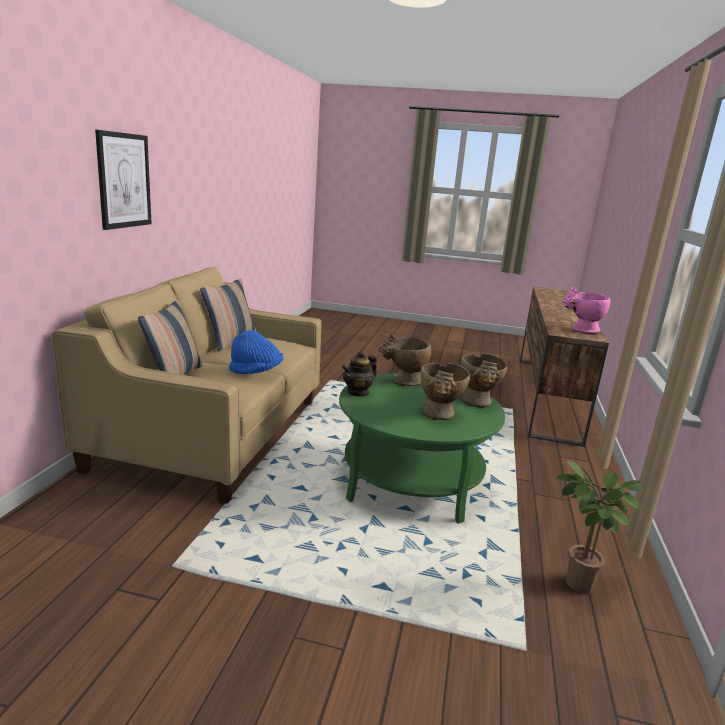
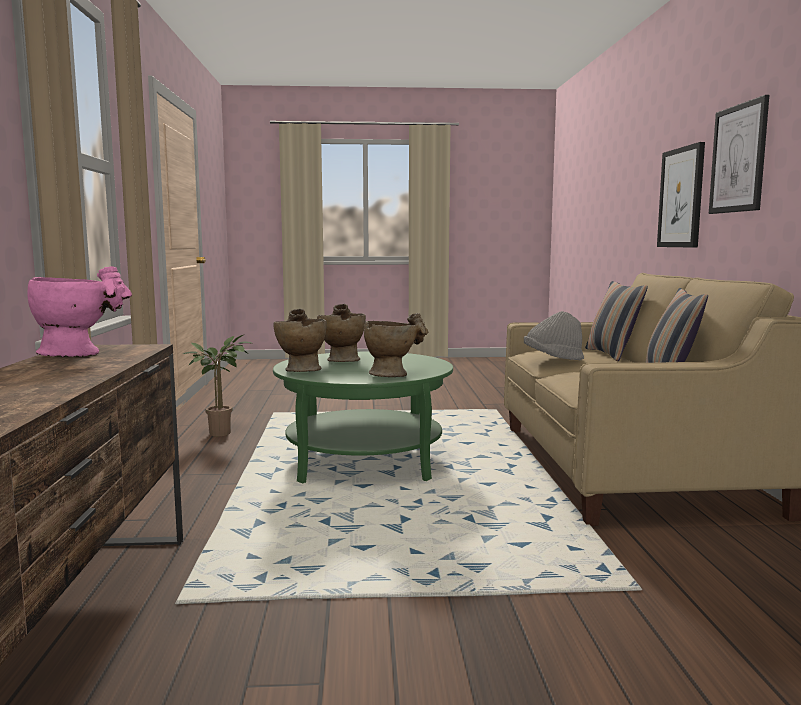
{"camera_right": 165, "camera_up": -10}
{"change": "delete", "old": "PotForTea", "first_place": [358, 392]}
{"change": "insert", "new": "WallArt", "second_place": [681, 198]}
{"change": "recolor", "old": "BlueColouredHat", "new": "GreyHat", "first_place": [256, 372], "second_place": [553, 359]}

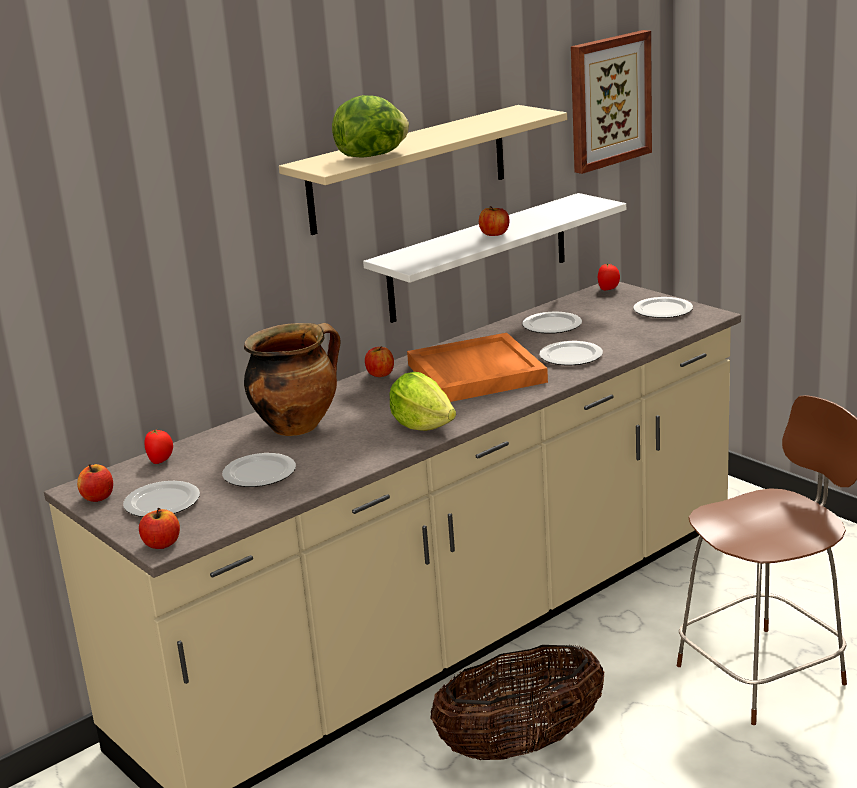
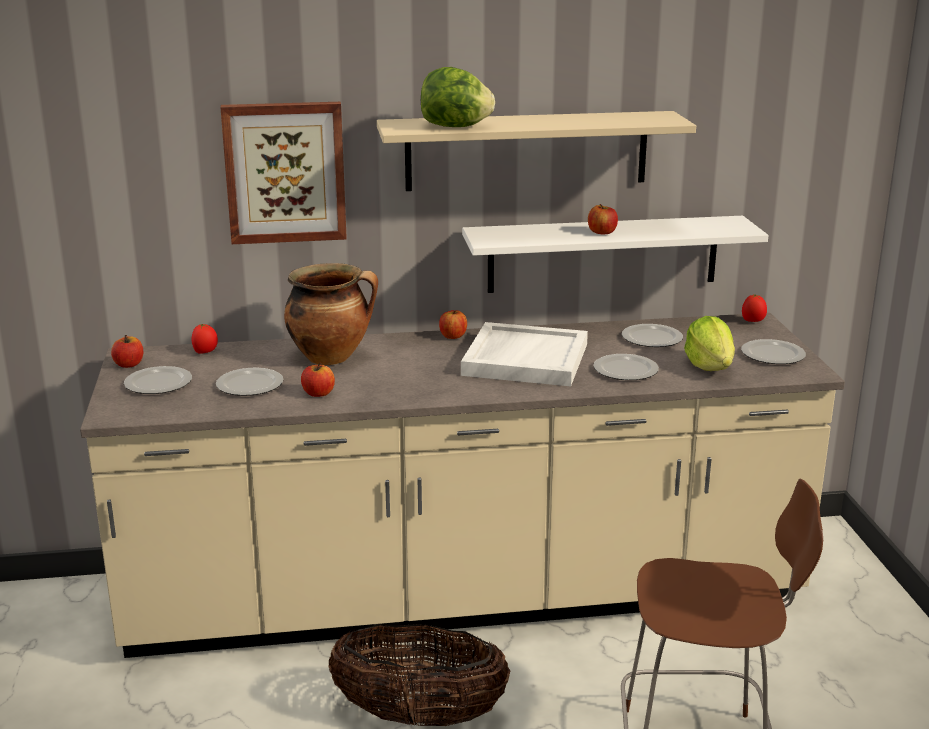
{"camera_right": 30, "camera_up": 0}
{"change": "move", "old": "Apple", "first_place": [162, 544], "second_place": [318, 393]}
{"change": "move", "old": "LettuceHead", "first_place": [423, 425], "second_place": [709, 366]}
{"change": "move", "old": "WallArt", "first_place": [608, 100], "second_place": [285, 172]}
{"change": "recolor", "old": "OrangeyTray", "new": "WhiteColouredTray", "first_place": [474, 373], "second_place": [525, 359]}

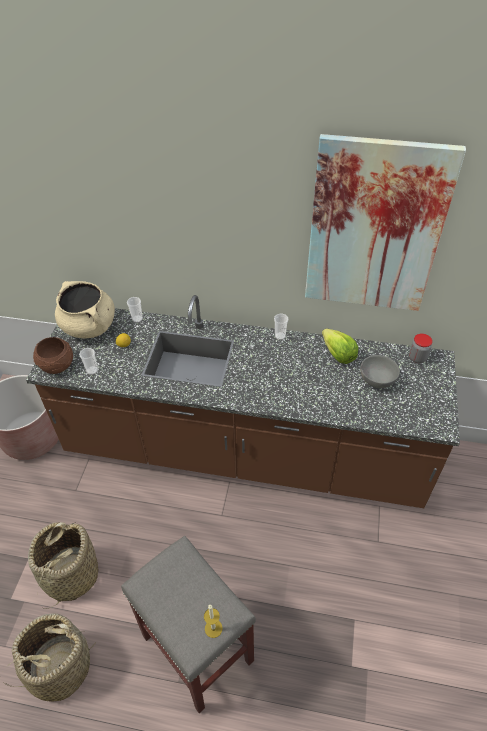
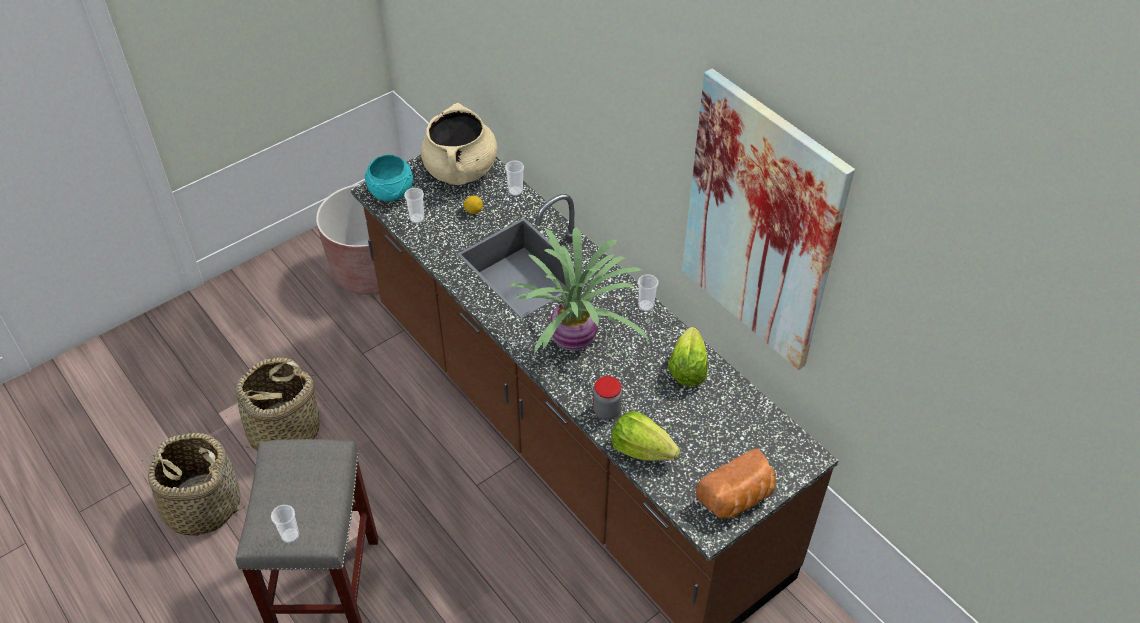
{"camera_right": 40, "camera_up": 0}
{"change": "delete", "old": "GreyDeepDish", "first_place": [376, 380]}
{"change": "insert", "new": "PlantInAPot", "second_place": [574, 340]}
{"change": "insert", "new": "LettuceHead", "second_place": [641, 449]}
{"change": "insert", "new": "Bread", "second_place": [737, 498]}
{"change": "move", "old": "PreserveJar", "first_place": [417, 358], "second_place": [606, 410]}
{"change": "replace", "old": "WaxLight", "new": "DrinkingCup", "first_place": [213, 628], "second_place": [290, 535]}
{"change": "recolor", "old": "BrownColouredDeepDish", "new": "BlueGreenDeepDish", "first_place": [57, 365], "second_place": [391, 192]}

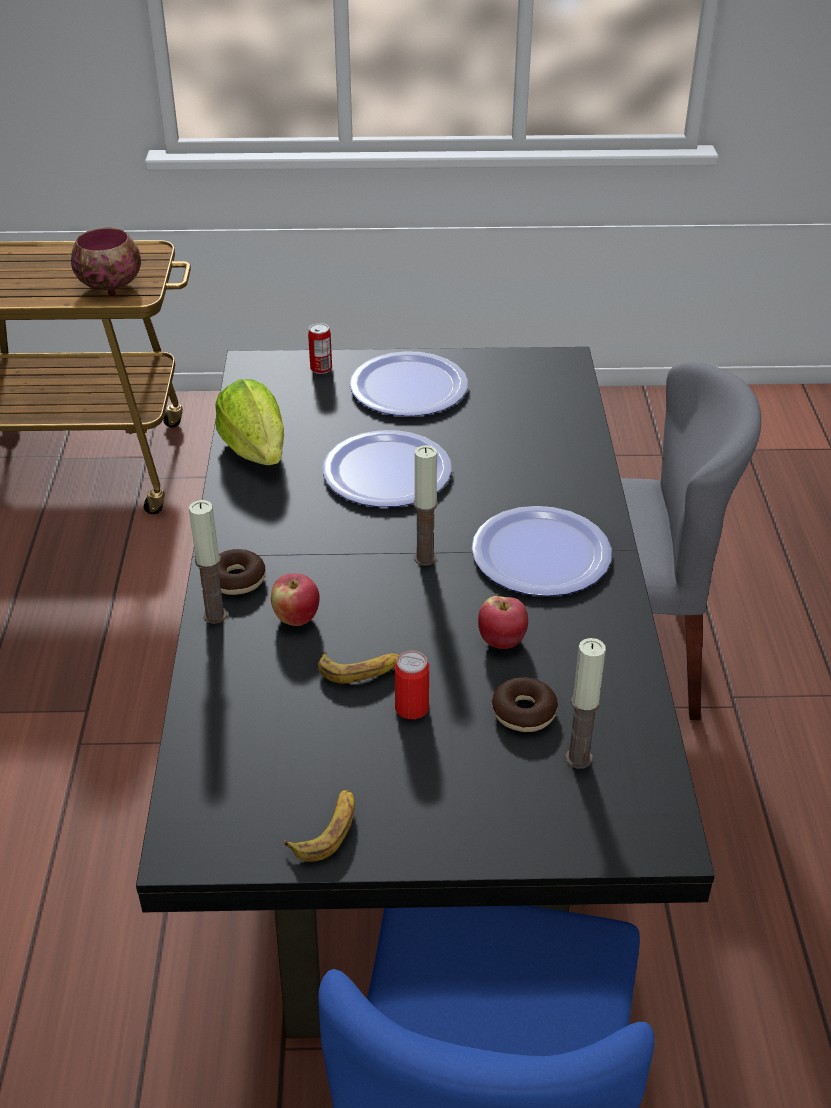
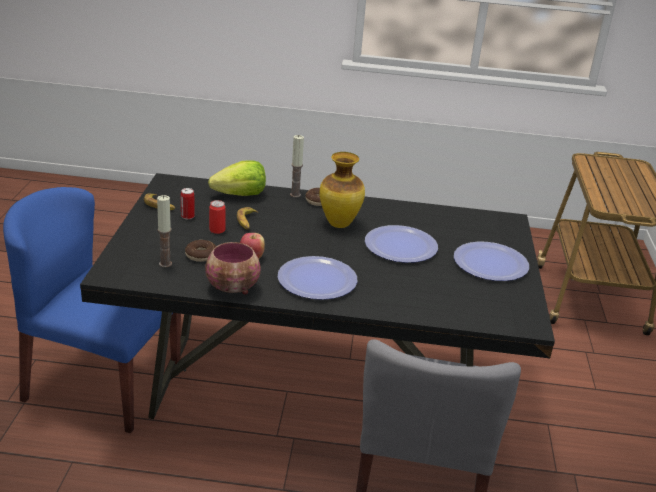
{"camera_right": 95, "camera_up": -10}
{"change": "delete", "old": "Apple", "first_place": [296, 618]}
{"change": "delete", "old": "WaxLight", "first_place": [425, 558]}
{"change": "insert", "new": "FlowerVase", "second_place": [340, 224]}
{"change": "move", "old": "DeepDish", "first_place": [111, 286], "second_place": [234, 289]}
{"change": "move", "old": "LettuceHead", "first_place": [256, 450], "second_place": [240, 195]}
{"change": "move", "old": "MetalCan", "first_place": [321, 368], "second_place": [187, 216]}

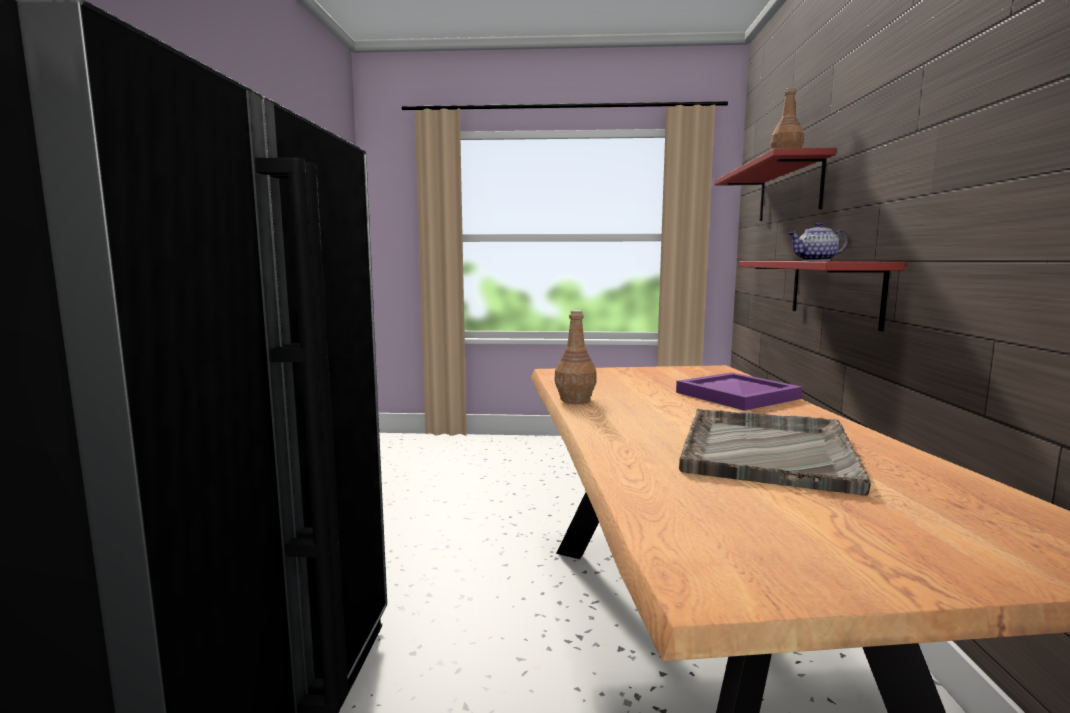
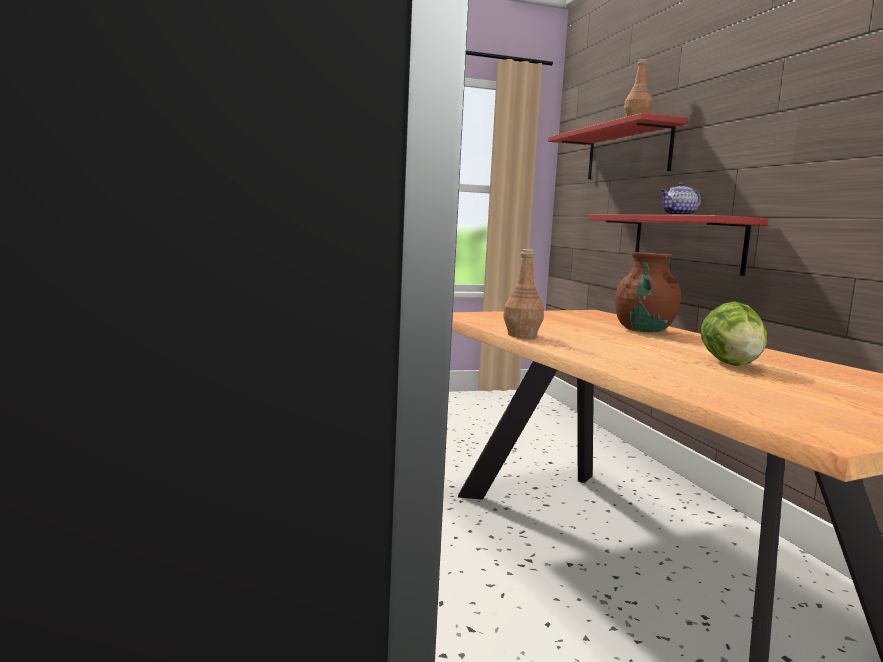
{"camera_right": -20, "camera_up": 0}
{"change": "replace", "old": "PurpleTray", "new": "BrownColouredFlowerVase", "first_place": [735, 395], "second_place": [643, 330]}
{"change": "replace", "old": "GreyTray", "new": "LettuceHead", "first_place": [766, 450], "second_place": [731, 364]}

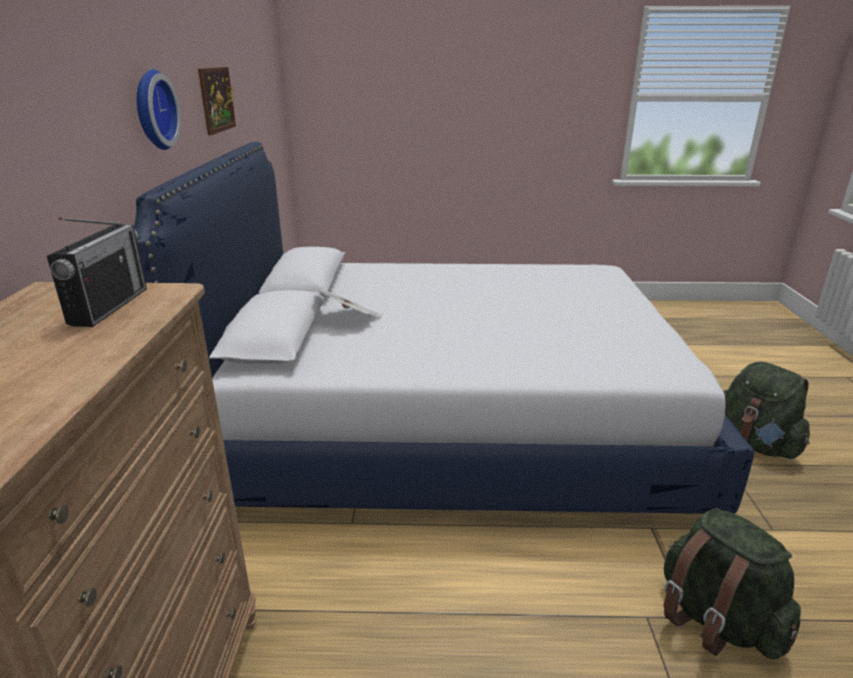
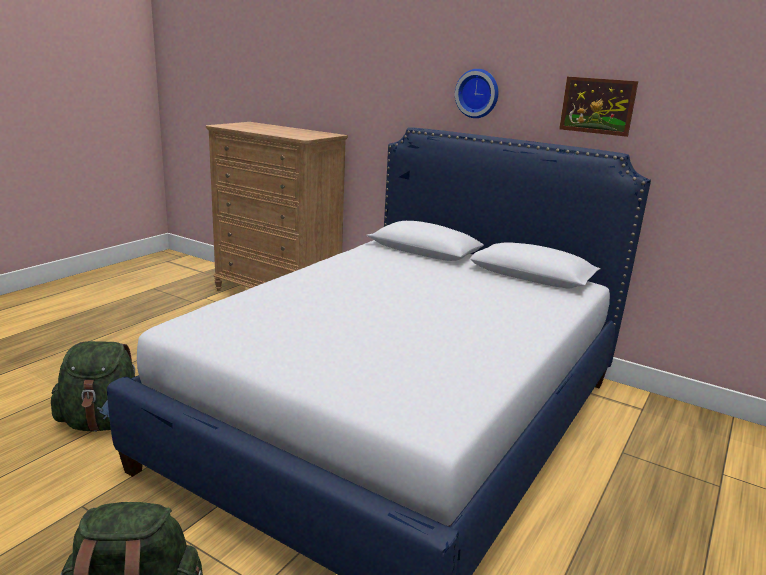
{"camera_right": 120, "camera_up": -5}
{"change": "delete", "old": "RadioSet", "first_place": [109, 306]}
{"change": "delete", "old": "PrintedPaper", "first_place": [350, 319]}

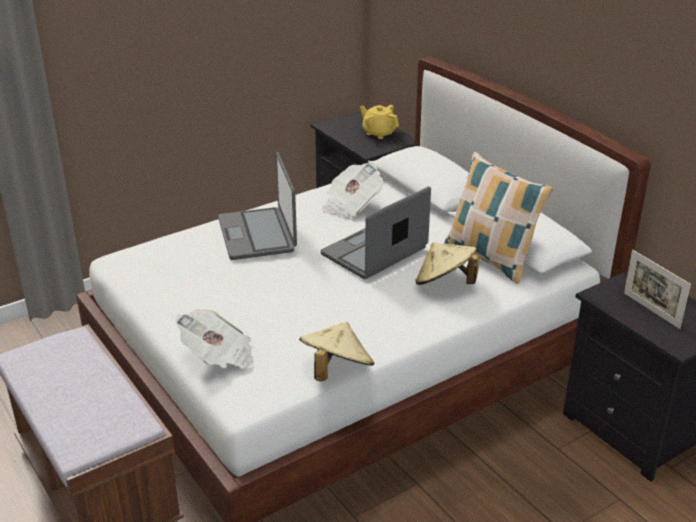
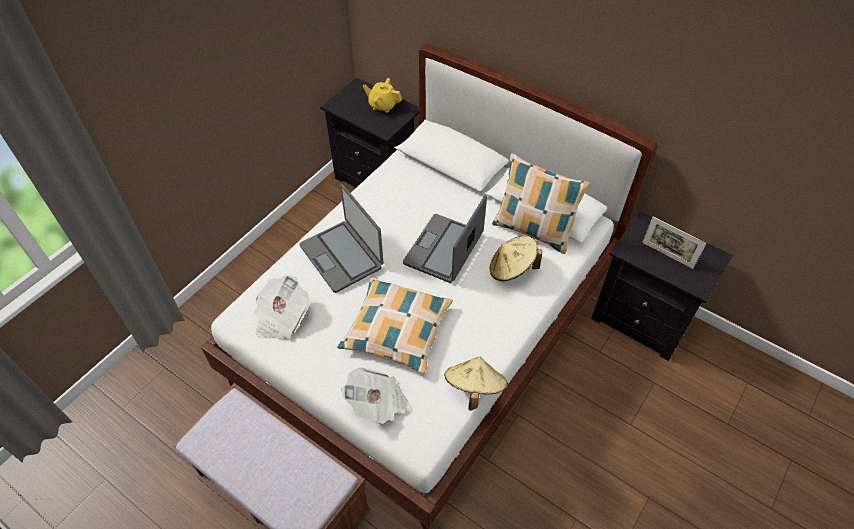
{"camera_right": -20, "camera_up": 20}
{"change": "insert", "new": "Pillow", "second_place": [396, 330]}
{"change": "move", "old": "PrintedPaper", "first_place": [351, 205], "second_place": [281, 318]}

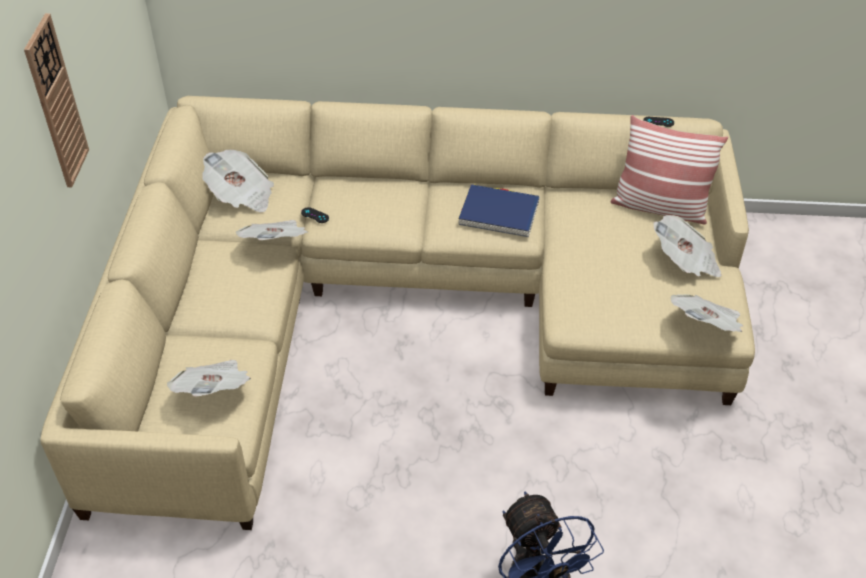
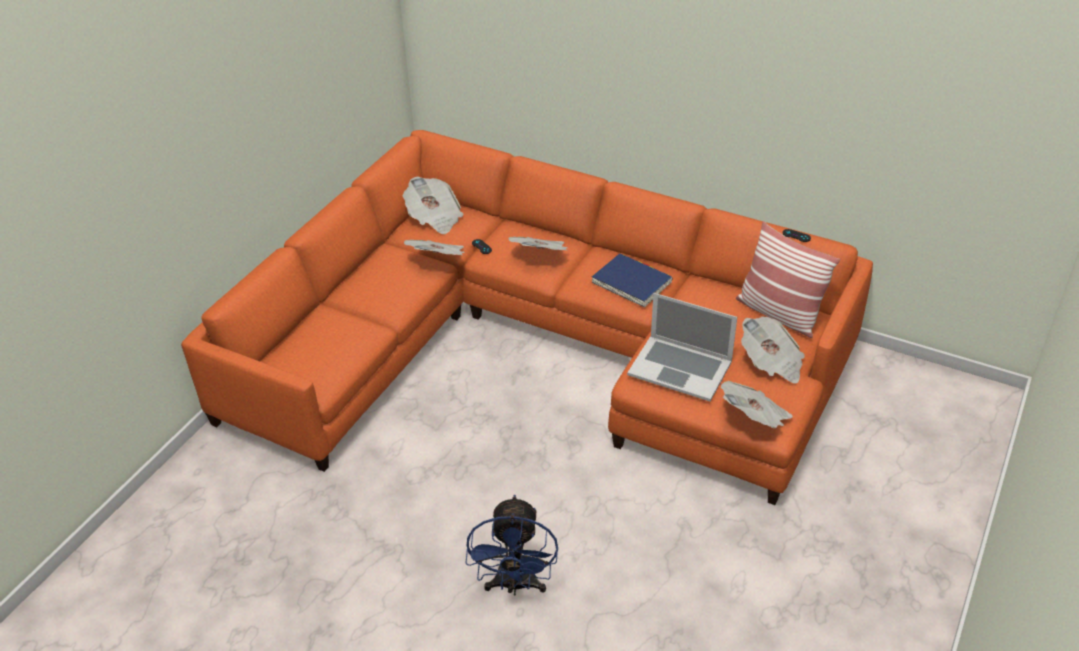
{"camera_right": 25, "camera_up": -5}
{"change": "delete", "old": "HangingClock", "first_place": [56, 103]}
{"change": "insert", "new": "Laptop", "second_place": [680, 367]}
{"change": "move", "old": "PrintedPaper", "first_place": [214, 391], "second_place": [541, 256]}
{"change": "recolor", "old": "SandColouredSettee", "new": "OrangeySettee", "first_place": [403, 306], "second_place": [539, 344]}

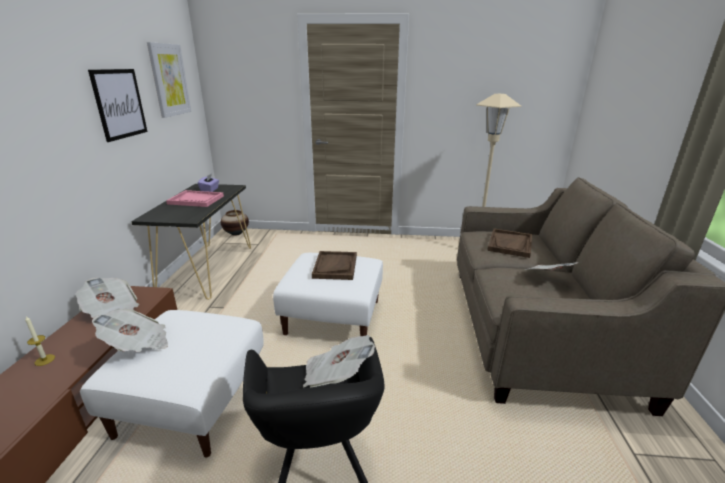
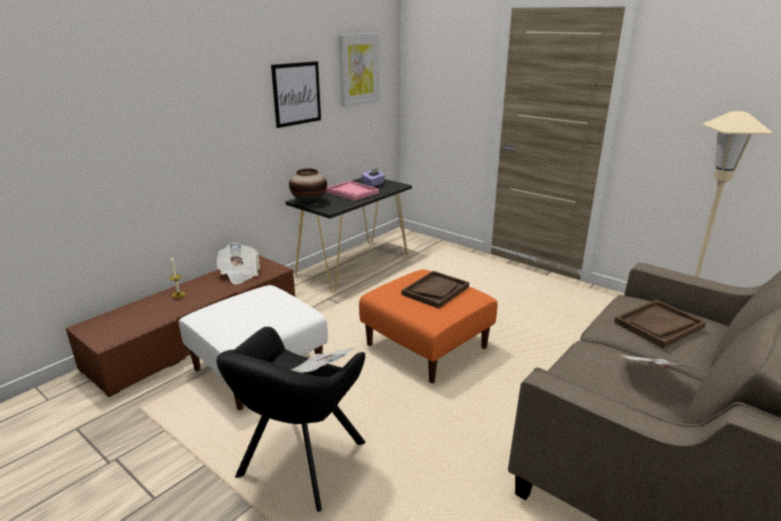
{"camera_right": 35, "camera_up": 0}
{"change": "delete", "old": "PrintedPaper", "first_place": [137, 344]}
{"change": "move", "old": "FlowerVase", "first_place": [236, 233], "second_place": [309, 202]}
{"change": "recolor", "old": "WhiteColouredPouffe", "new": "OrangeyPouffe", "first_place": [332, 318], "second_place": [425, 346]}

